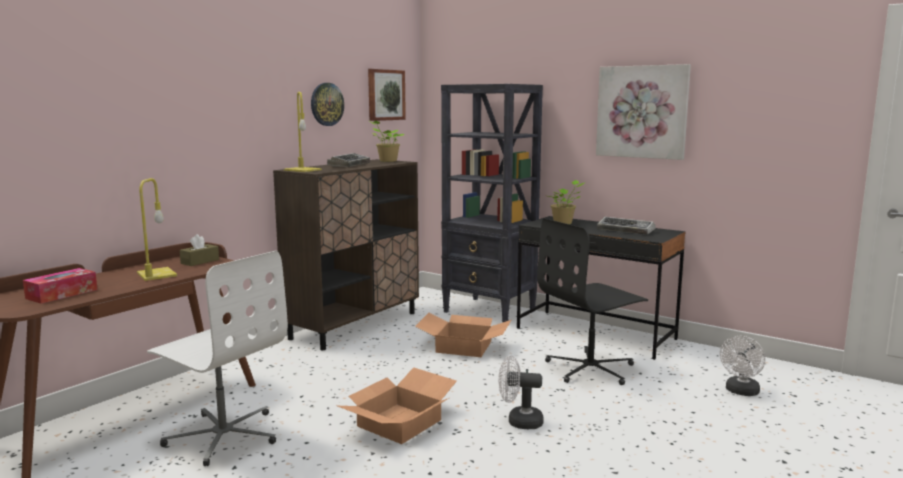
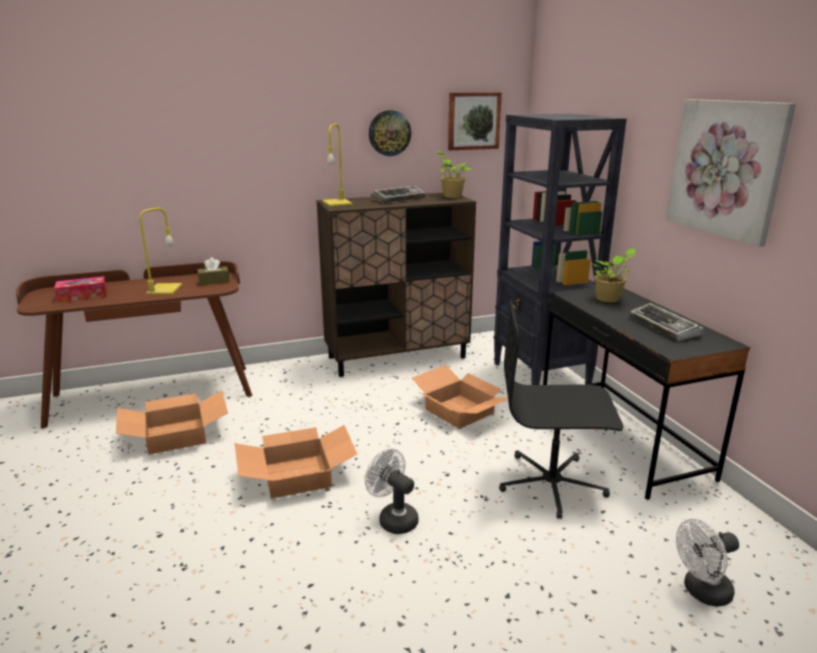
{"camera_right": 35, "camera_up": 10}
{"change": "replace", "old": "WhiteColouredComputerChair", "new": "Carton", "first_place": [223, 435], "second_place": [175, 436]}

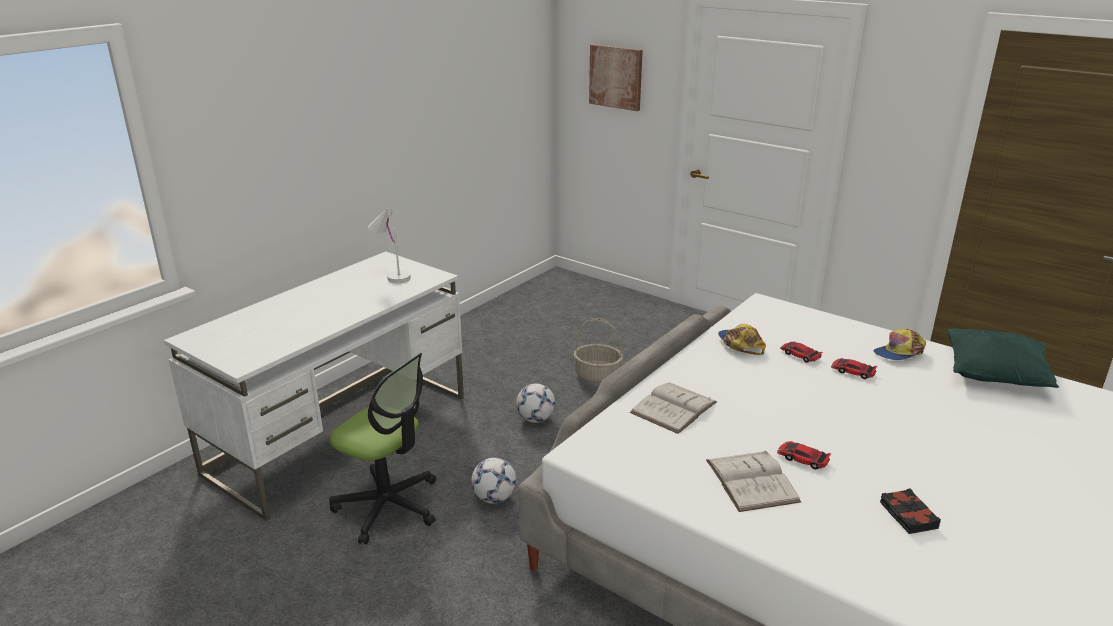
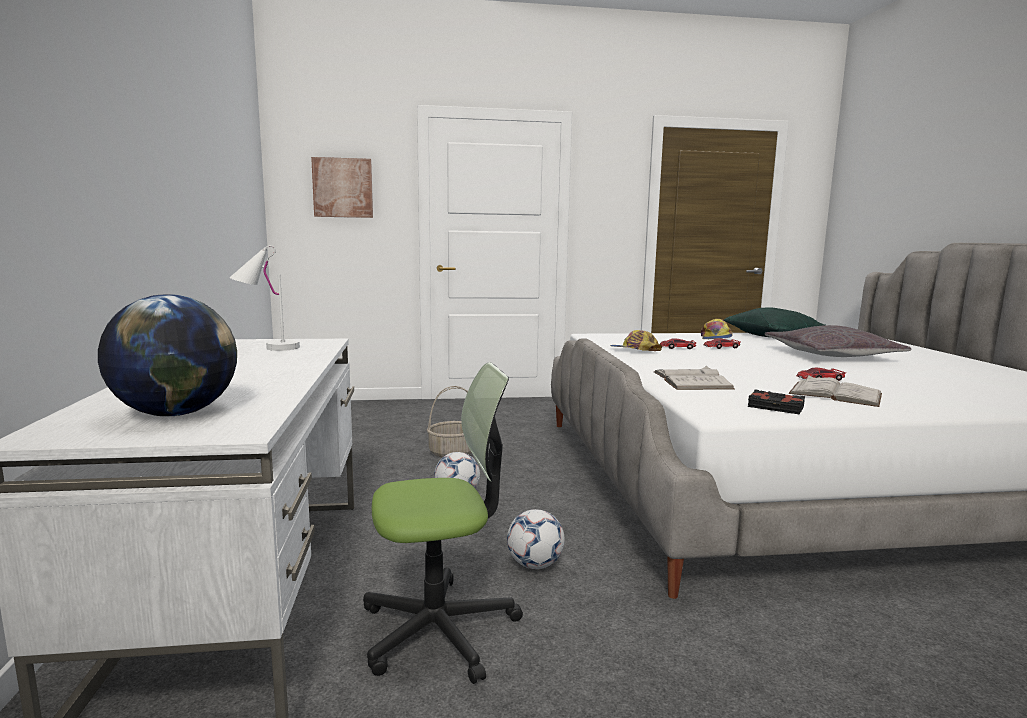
{"camera_right": -45, "camera_up": -15}
{"change": "insert", "new": "Globe", "second_place": [175, 414]}
{"change": "insert", "new": "GreyPillow", "second_place": [831, 355]}
{"change": "move", "old": "BlackishVolume", "first_place": [907, 515], "second_place": [775, 407]}

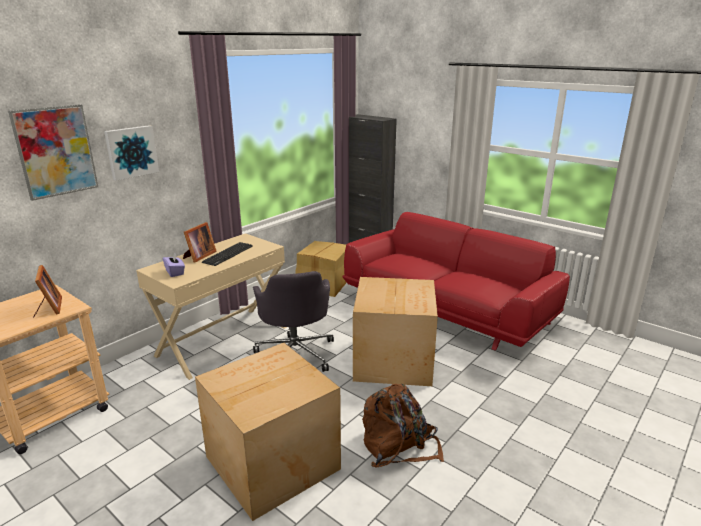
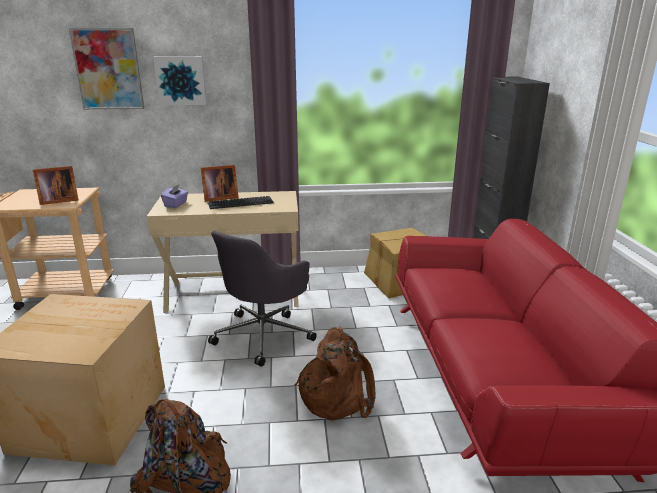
{"camera_right": 45, "camera_up": 0}
{"change": "replace", "old": "Carton", "new": "BrownColouredRucksack", "first_place": [394, 360], "second_place": [337, 395]}
{"change": "rotate", "old": "PictureFrame", "first_place": [49, 308], "second_place": [58, 201], "degrees": 45}

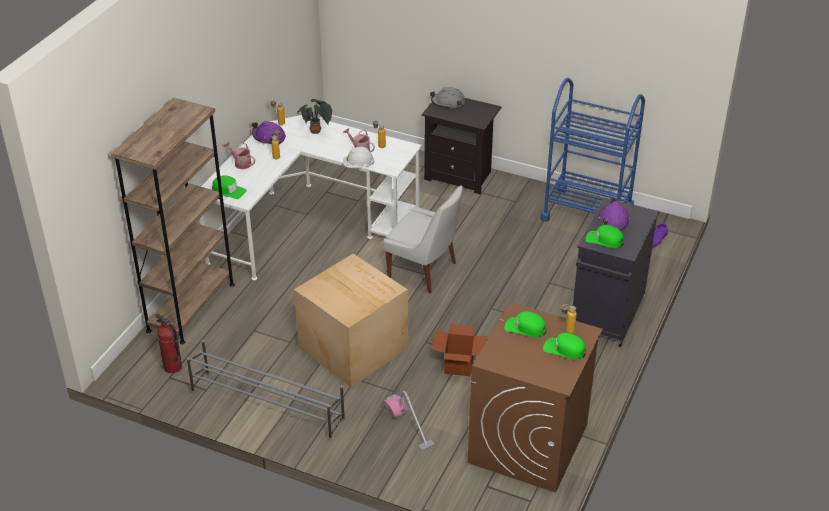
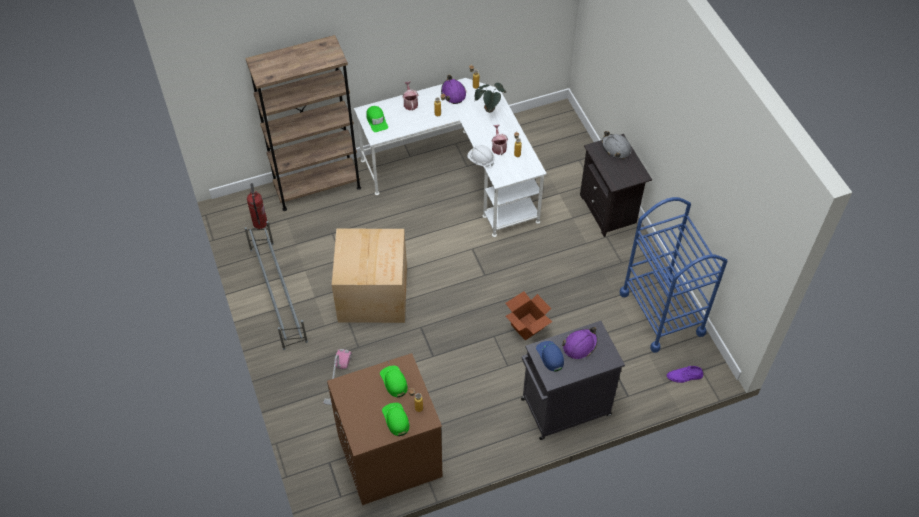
{"camera_right": 45, "camera_up": 15}
{"change": "delete", "old": "WhiteColouredPlainChair", "first_place": [424, 271]}
{"change": "move", "old": "Carton", "first_place": [458, 365], "second_place": [527, 326]}
{"change": "recolor", "old": "GreenishCap", "new": "BlueColouredCap", "first_place": [604, 240], "second_place": [550, 356]}

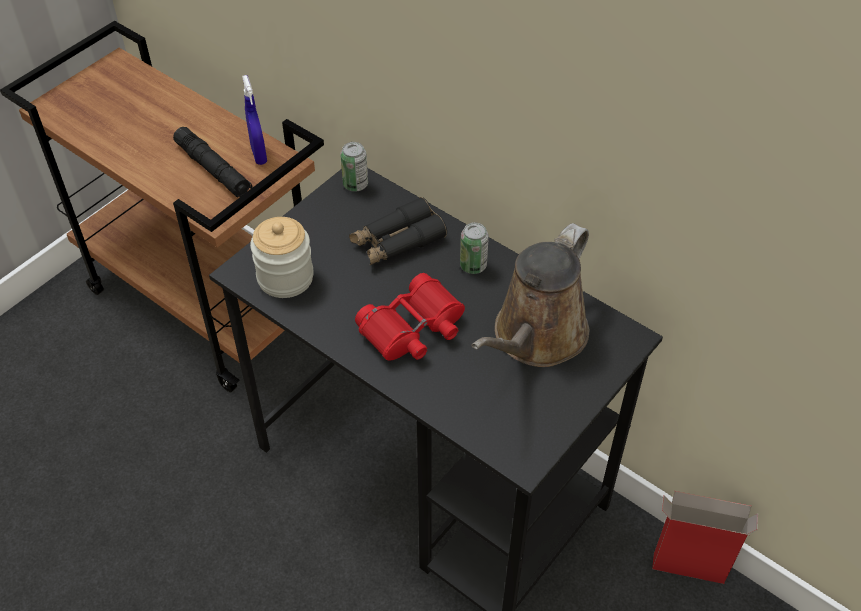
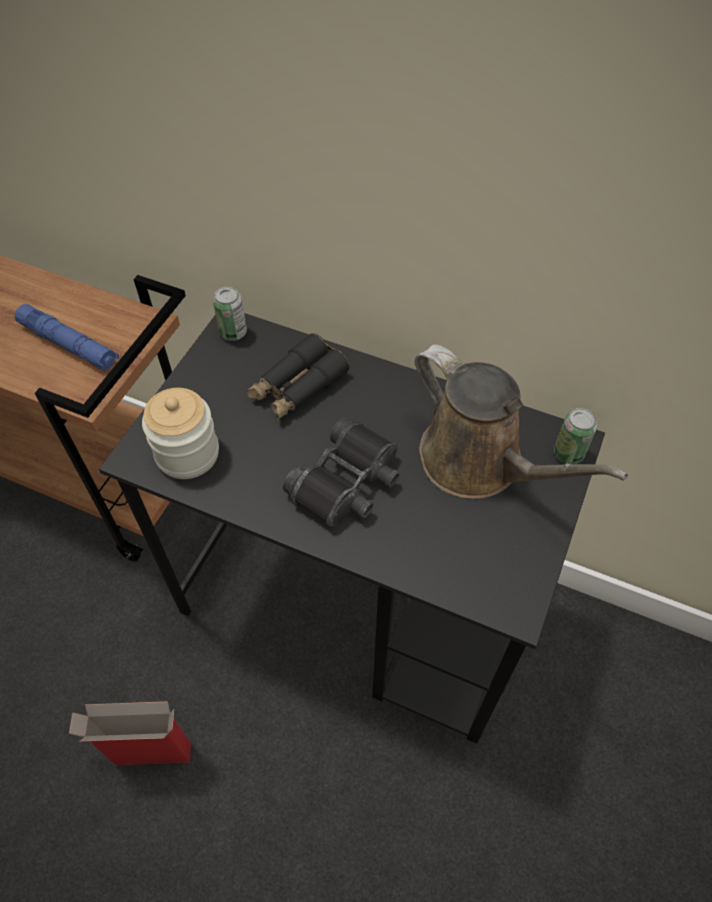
{"camera_right": -15, "camera_up": 5}
{"change": "delete", "old": "BlueColouredHandSprayer", "first_place": [259, 155]}
{"change": "move", "old": "MetalCan", "first_place": [473, 265], "second_place": [568, 453]}
{"change": "move", "old": "Carton", "first_place": [686, 568], "second_place": [151, 754]}
{"change": "recolor", "old": "BlackishFlashlight", "new": "BlueColouredFlashlight", "first_place": [213, 169], "second_place": [69, 345]}
{"change": "recolor", "old": "ReddishBinoculars", "new": "BlackishBinoculars", "first_place": [413, 329], "second_place": [347, 482]}
{"change": "rotate", "old": "BrownColouredWateringPot", "first_place": [535, 337], "second_place": [479, 463], "degrees": -60}

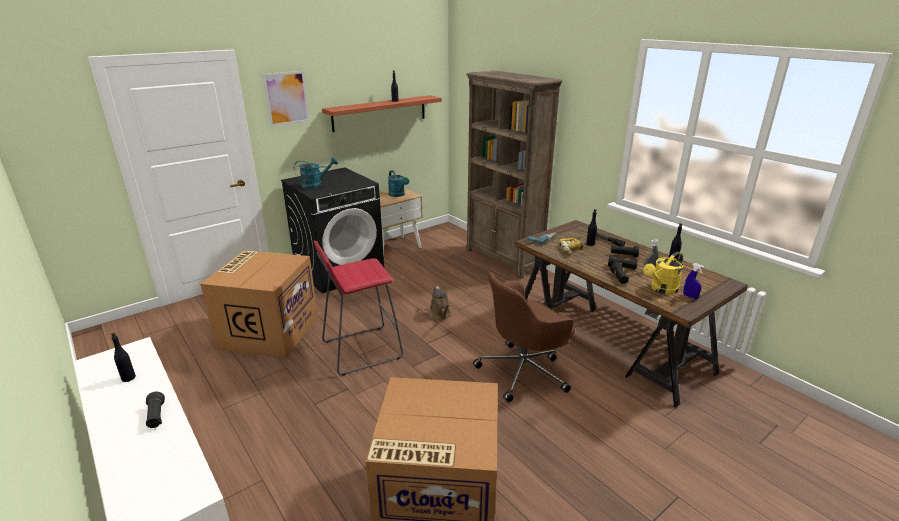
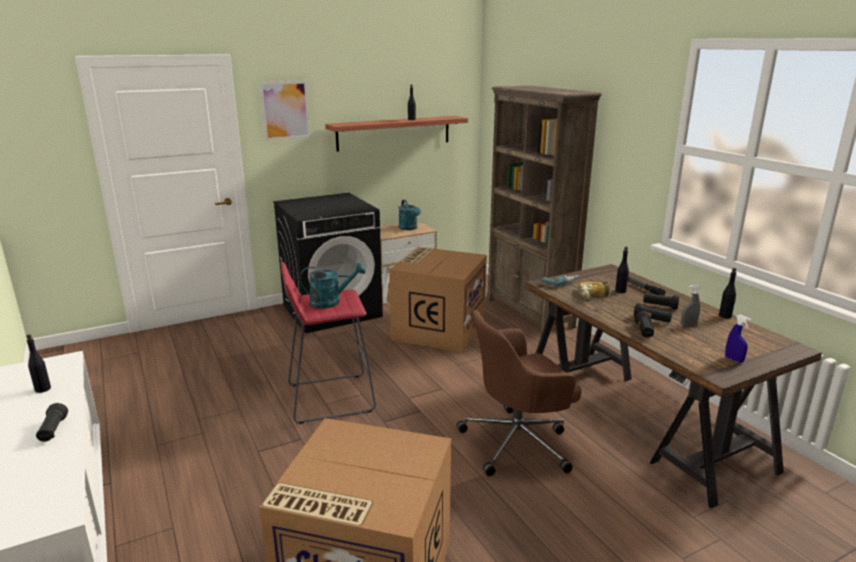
{"camera_right": 10, "camera_up": -5}
{"change": "delete", "old": "BrownColouredWateringPot", "first_place": [441, 315]}
{"change": "delete", "old": "YellowishWateringPot", "first_place": [661, 289]}
{"change": "move", "old": "Carton", "first_place": [269, 331], "second_place": [438, 329]}
{"change": "move", "old": "BlueGreenWateringPot", "first_place": [315, 185], "second_place": [331, 302]}

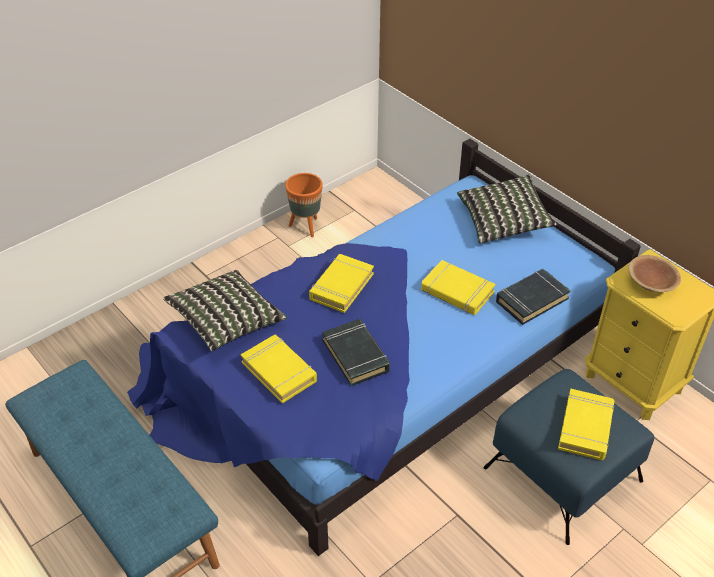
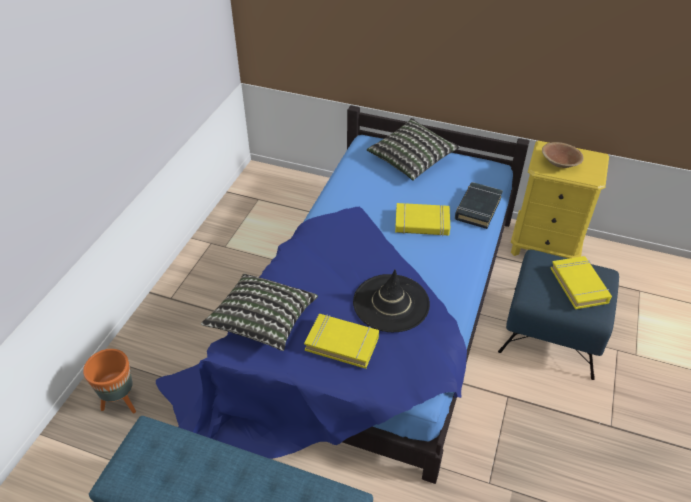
{"camera_right": -30, "camera_up": 0}
{"change": "delete", "old": "YellowishVolume", "first_place": [341, 286]}
{"change": "move", "old": "OrangeyPlanter", "first_place": [305, 226], "second_place": [121, 402]}
{"change": "replace", "old": "BlackishVolume", "new": "BlackishHat", "first_place": [356, 355], "second_place": [391, 303]}

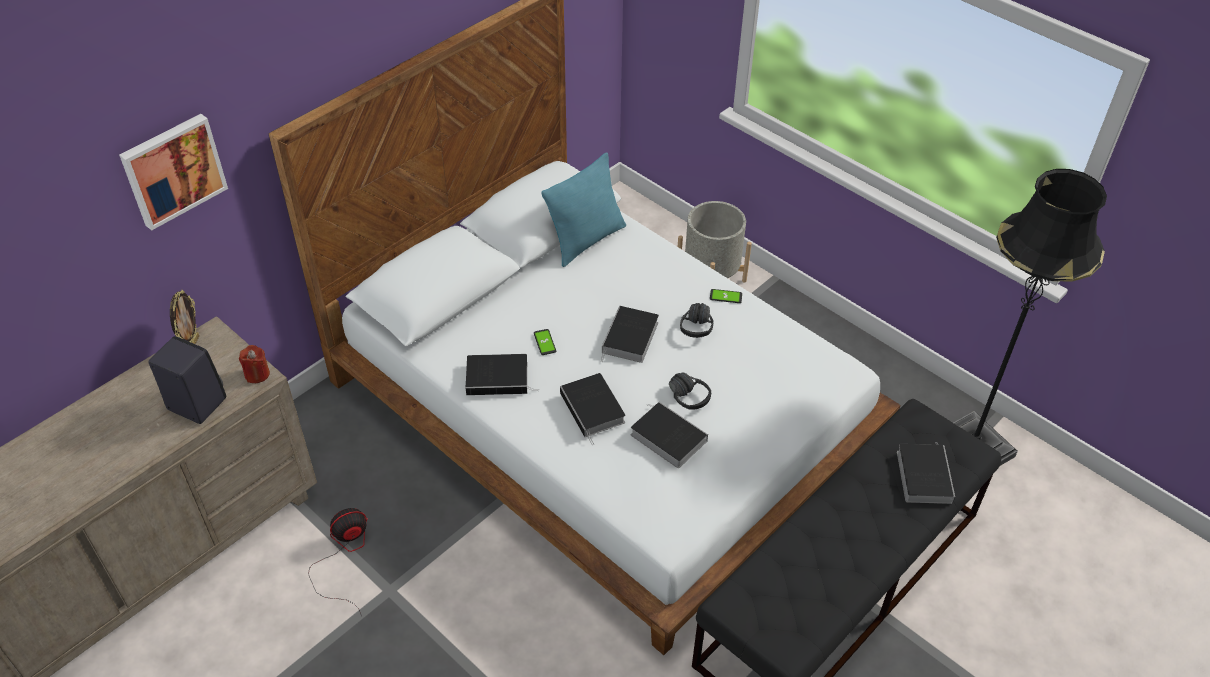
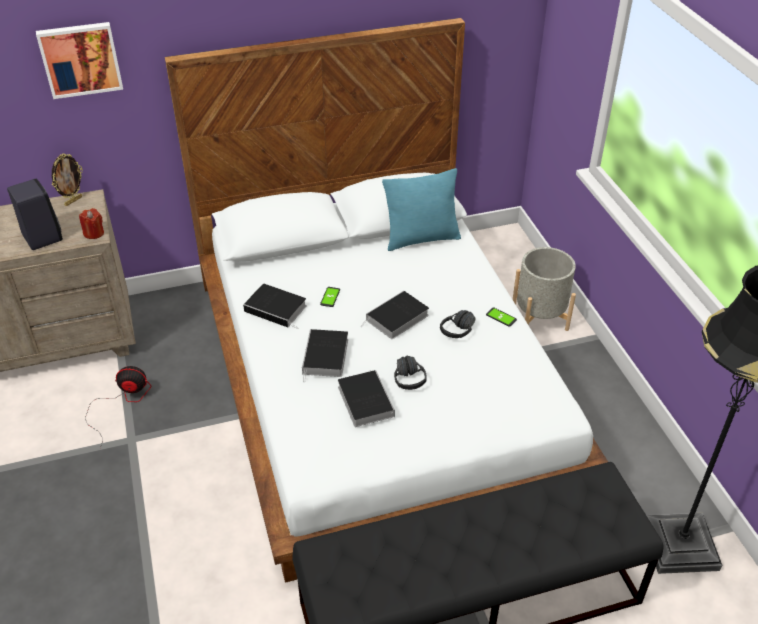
{"camera_right": 30, "camera_up": -5}
{"change": "delete", "old": "Volume", "first_place": [923, 474]}

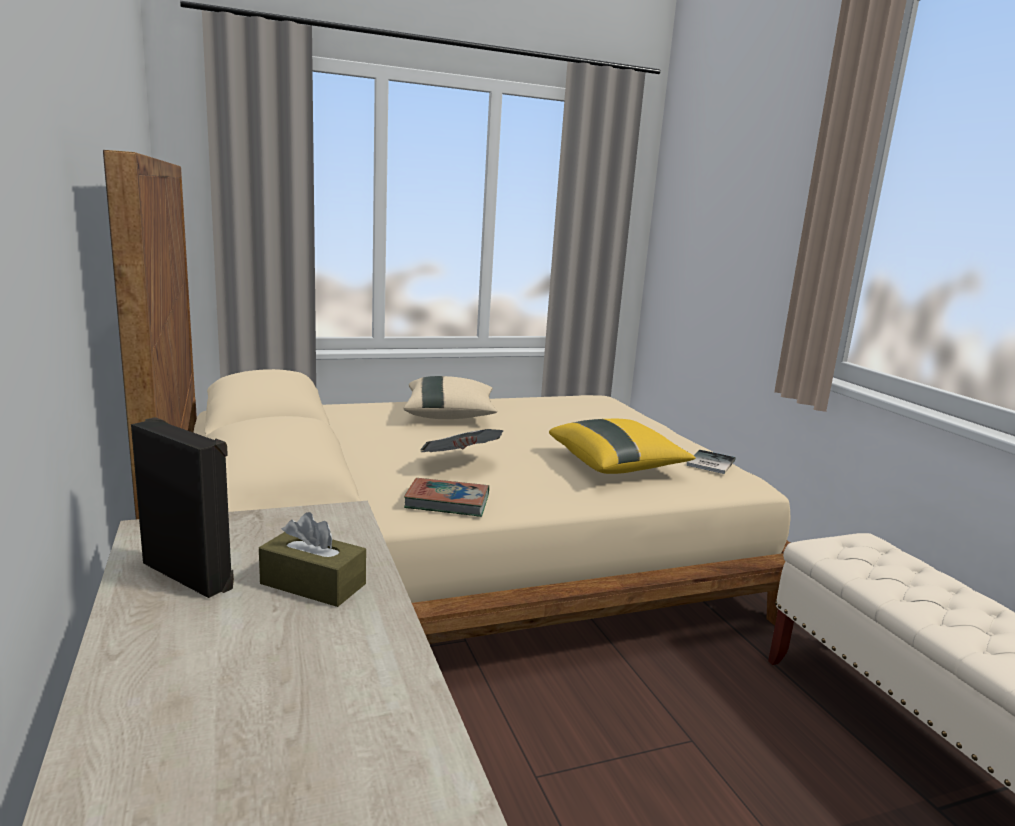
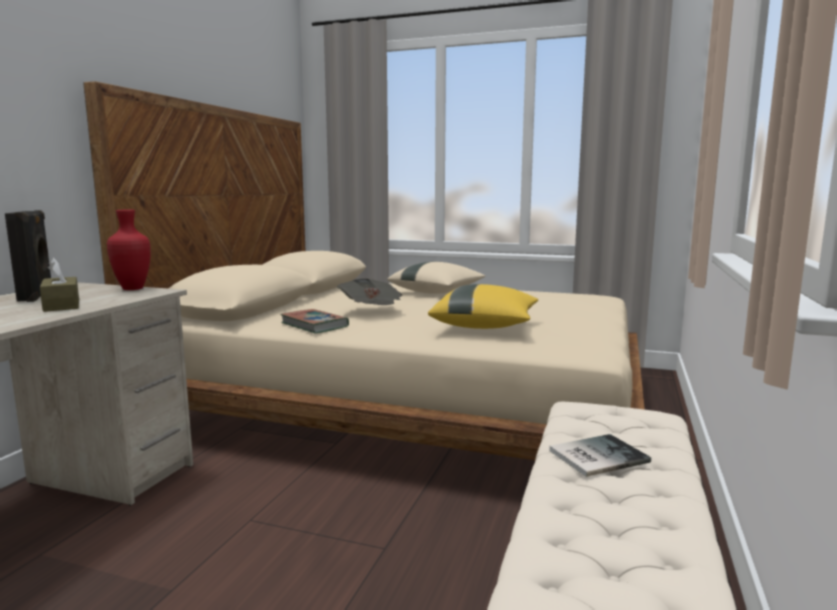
{"camera_right": 40, "camera_up": -5}
{"change": "insert", "new": "ReddishFlowerVase", "second_place": [132, 289]}
{"change": "move", "old": "Volume", "first_place": [709, 463], "second_place": [595, 456]}

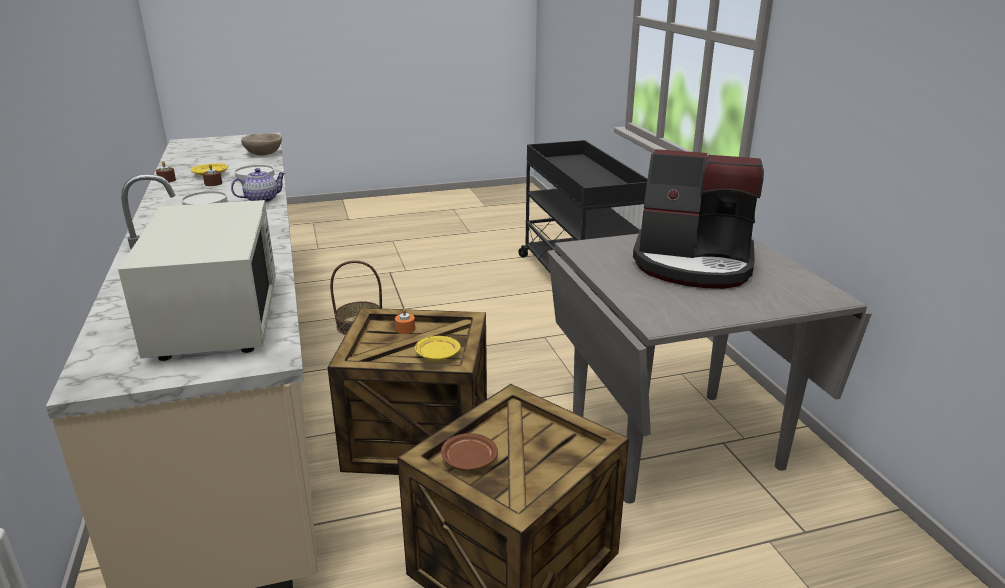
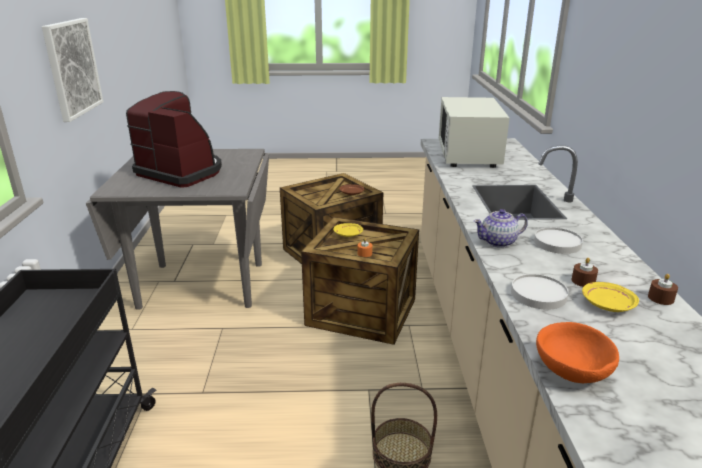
{"camera_right": -165, "camera_up": 0}
{"change": "insert", "new": "WallArt", "second_place": [72, 68]}
{"change": "recolor", "old": "SandColouredDeepDish", "new": "OrangeyDeepDish", "first_place": [264, 154], "second_place": [570, 371]}

